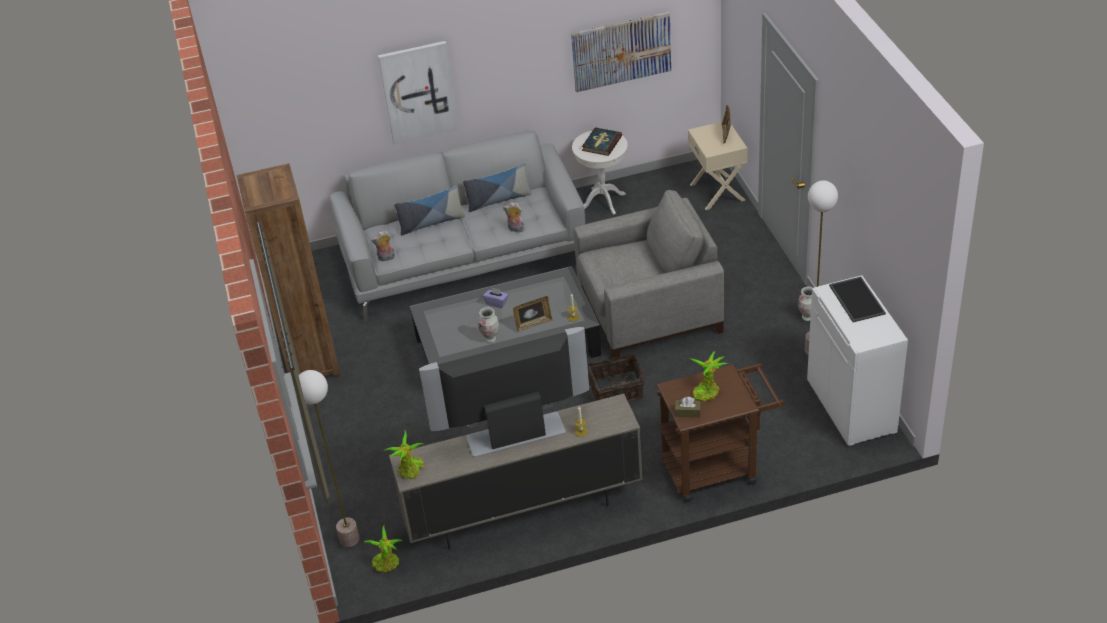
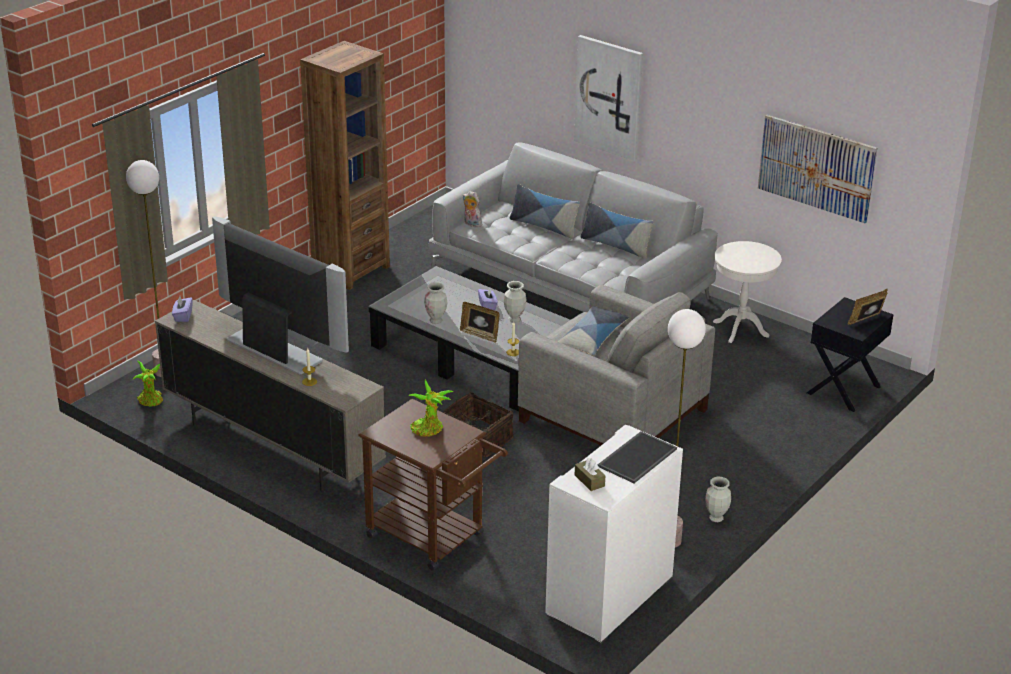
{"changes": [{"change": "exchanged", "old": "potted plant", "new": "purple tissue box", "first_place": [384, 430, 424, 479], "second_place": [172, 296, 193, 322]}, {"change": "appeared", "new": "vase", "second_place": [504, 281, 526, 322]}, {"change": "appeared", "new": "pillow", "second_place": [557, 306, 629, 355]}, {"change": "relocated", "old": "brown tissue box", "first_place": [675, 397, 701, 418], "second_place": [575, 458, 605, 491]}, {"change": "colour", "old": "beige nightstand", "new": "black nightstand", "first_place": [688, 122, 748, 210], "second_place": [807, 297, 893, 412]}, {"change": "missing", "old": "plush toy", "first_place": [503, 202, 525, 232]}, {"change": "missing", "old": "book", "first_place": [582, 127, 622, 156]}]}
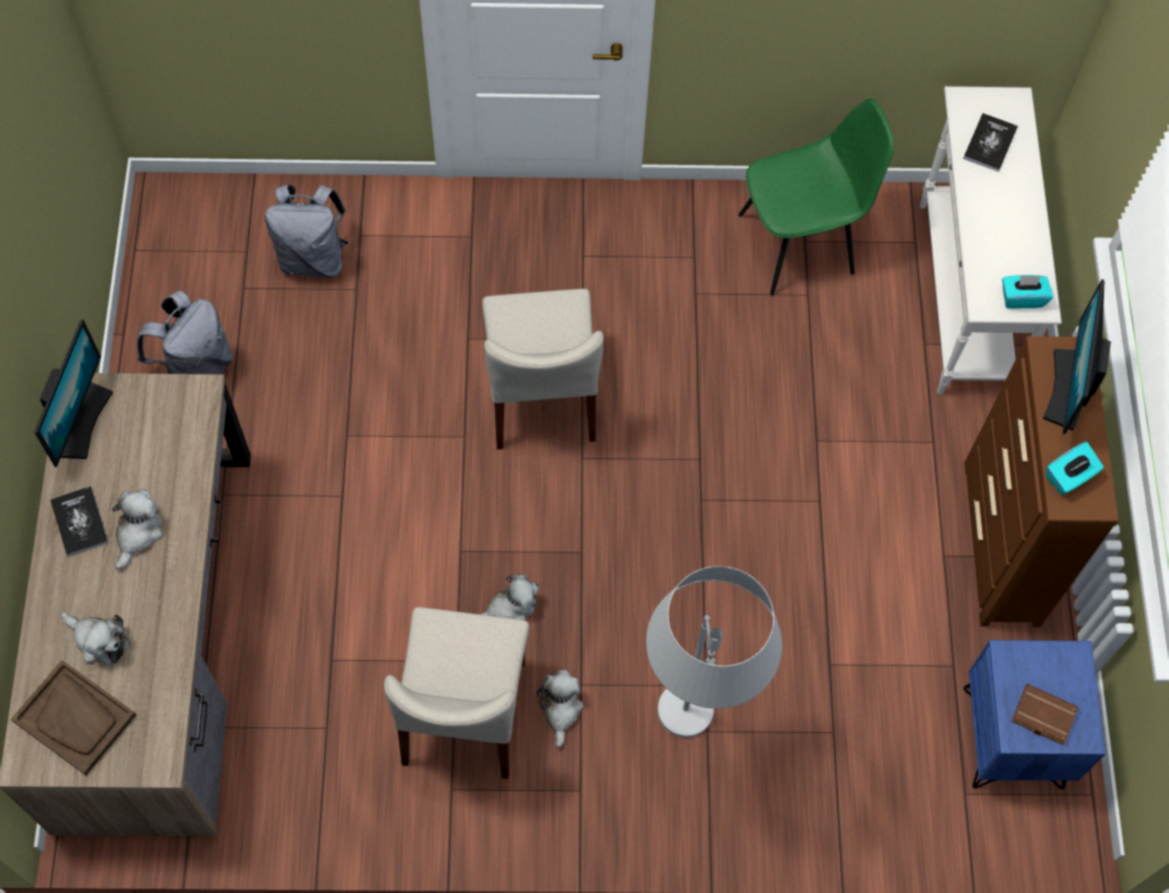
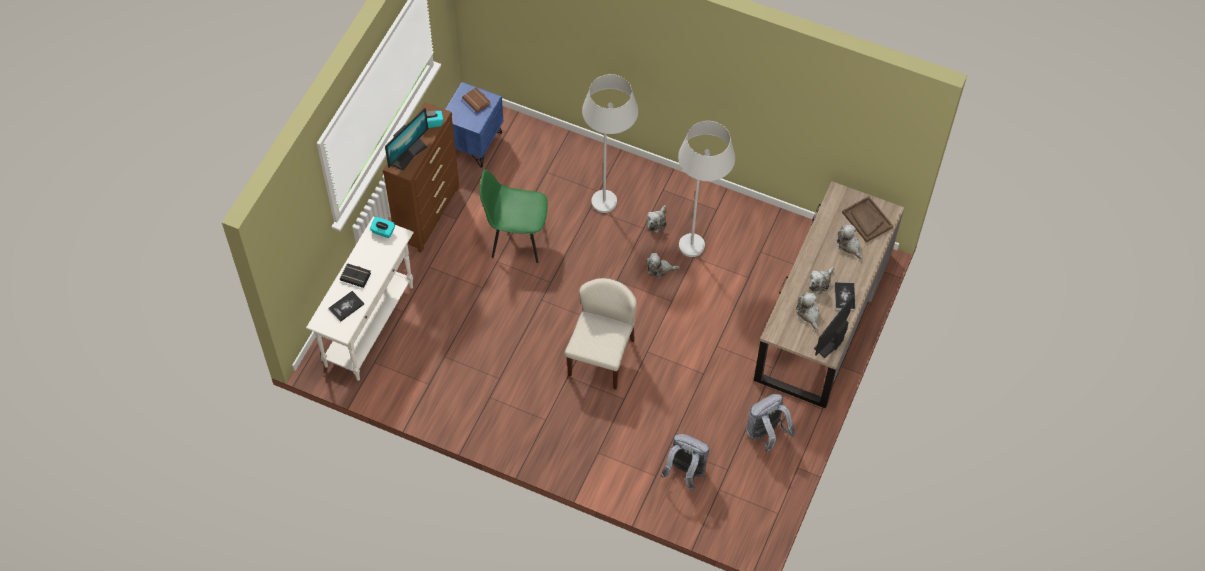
{"changes": [{"change": "appeared", "new": "black book", "second_place": [340, 263, 371, 288]}, {"change": "relocated", "old": "green chair", "first_place": [739, 98, 894, 295], "second_place": [479, 169, 548, 263]}, {"change": "exchanged", "old": "beige chair", "new": "white floor lamp", "first_place": [384, 607, 530, 779], "second_place": [678, 121, 735, 257]}, {"change": "appeared", "new": "plush toy", "second_place": [796, 292, 819, 330]}]}
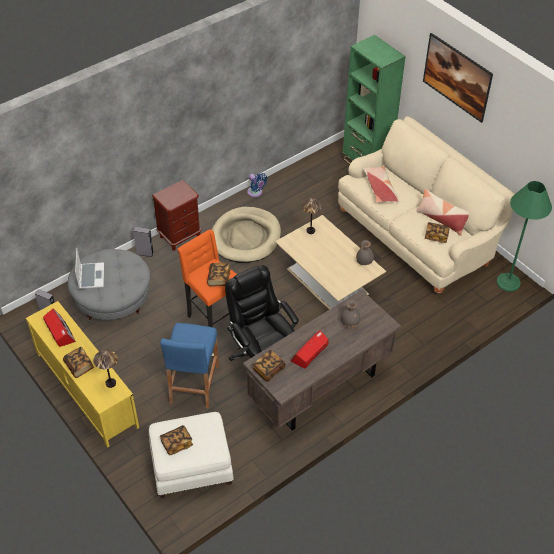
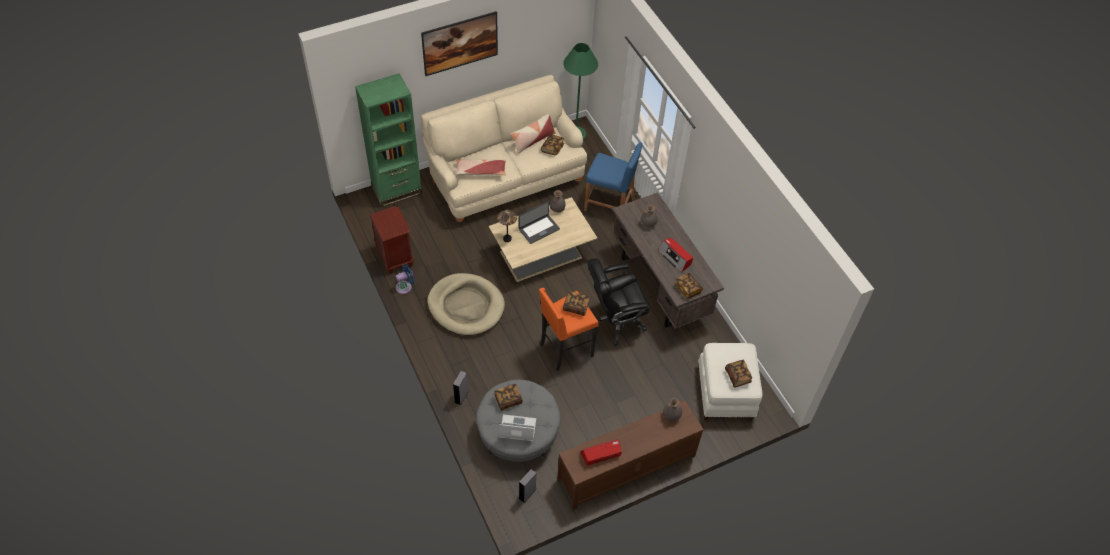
{"changes": [{"change": "relocated", "old": "brown nightstand", "first_place": [152, 180, 202, 251], "second_place": [370, 206, 414, 274]}, {"change": "relocated", "old": "book", "first_place": [63, 347, 94, 378], "second_place": [494, 384, 523, 411]}, {"change": "appeared", "new": "laptop", "second_place": [519, 201, 560, 244]}, {"change": "colour", "old": "yellow tv stand", "new": "brown tv stand", "first_place": [26, 301, 139, 447], "second_place": [557, 400, 704, 510]}, {"change": "relocated", "old": "blue stool", "first_place": [160, 323, 219, 408], "second_place": [584, 142, 642, 211]}, {"change": "exchanged", "old": "table lamp", "new": "grey vase", "first_place": [93, 350, 118, 388], "second_place": [663, 398, 682, 422]}]}
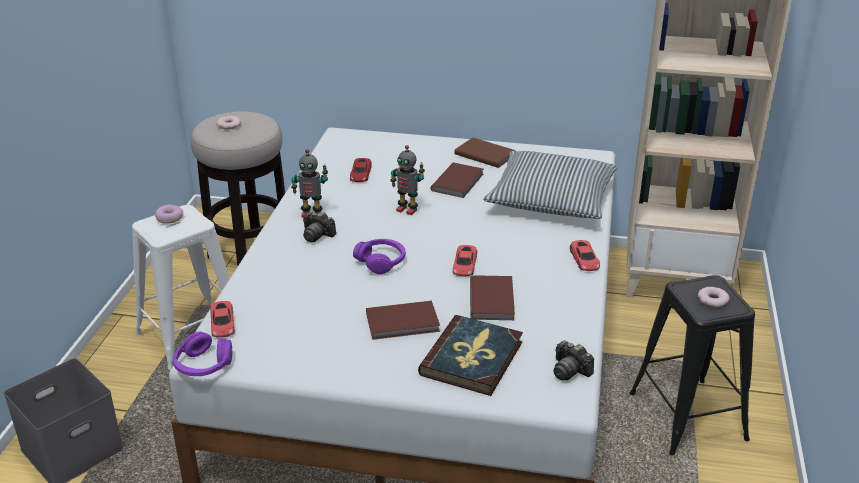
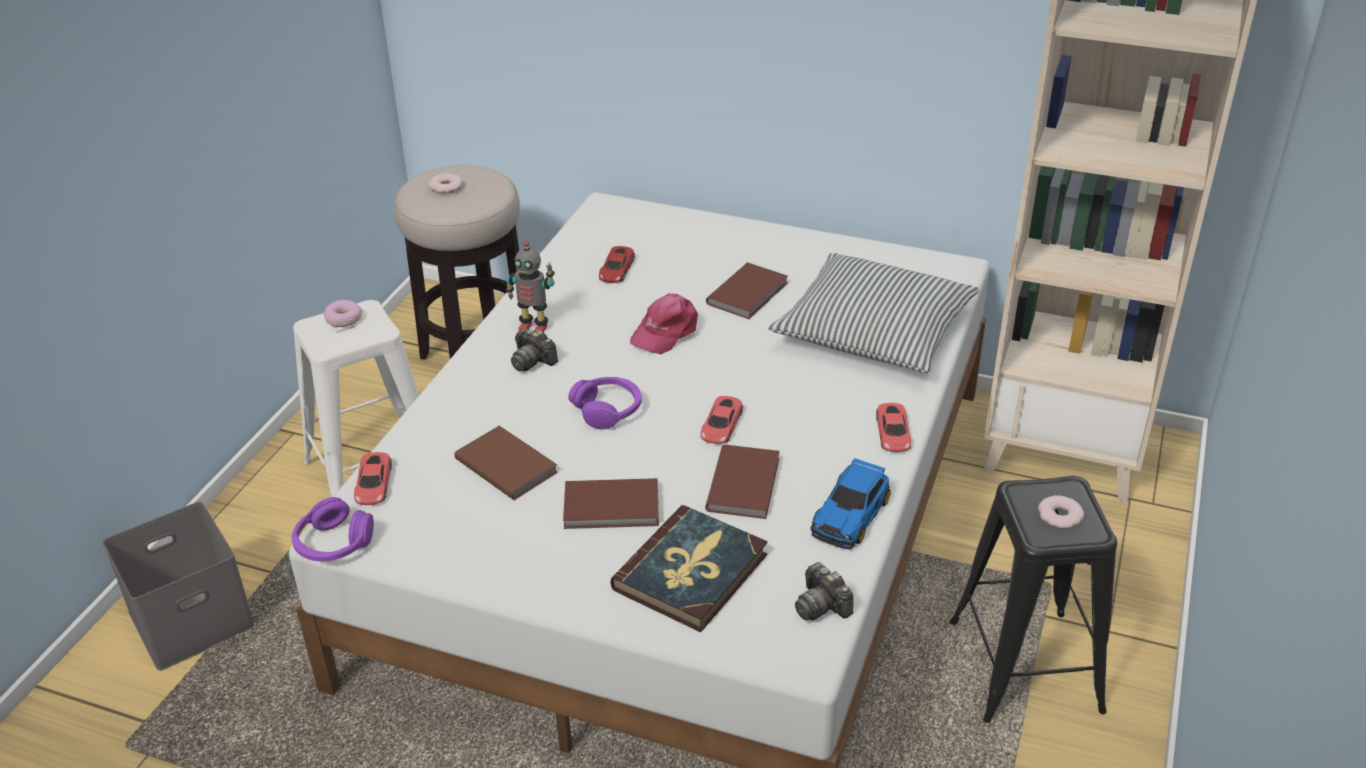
{"changes": [{"change": "relocated", "old": "brown book", "first_place": [454, 137, 516, 168], "second_place": [454, 426, 558, 500]}, {"change": "exchanged", "old": "toy robot", "new": "pink cap", "first_place": [390, 145, 425, 215], "second_place": [630, 293, 698, 354]}, {"change": "appeared", "new": "toy car", "second_place": [811, 458, 891, 550]}]}
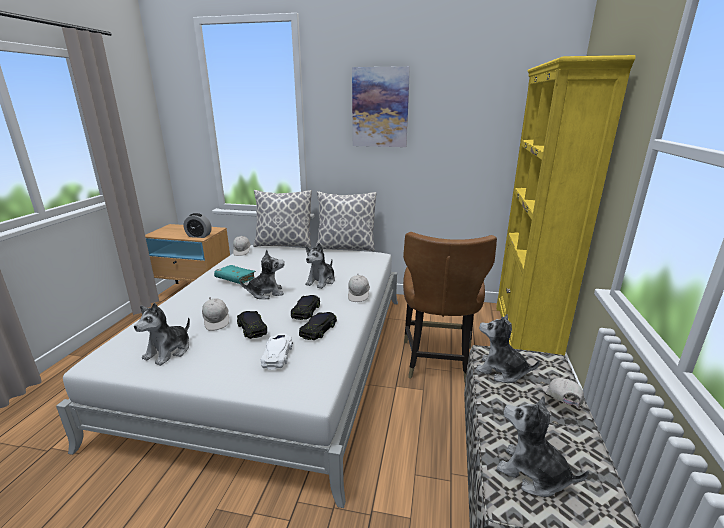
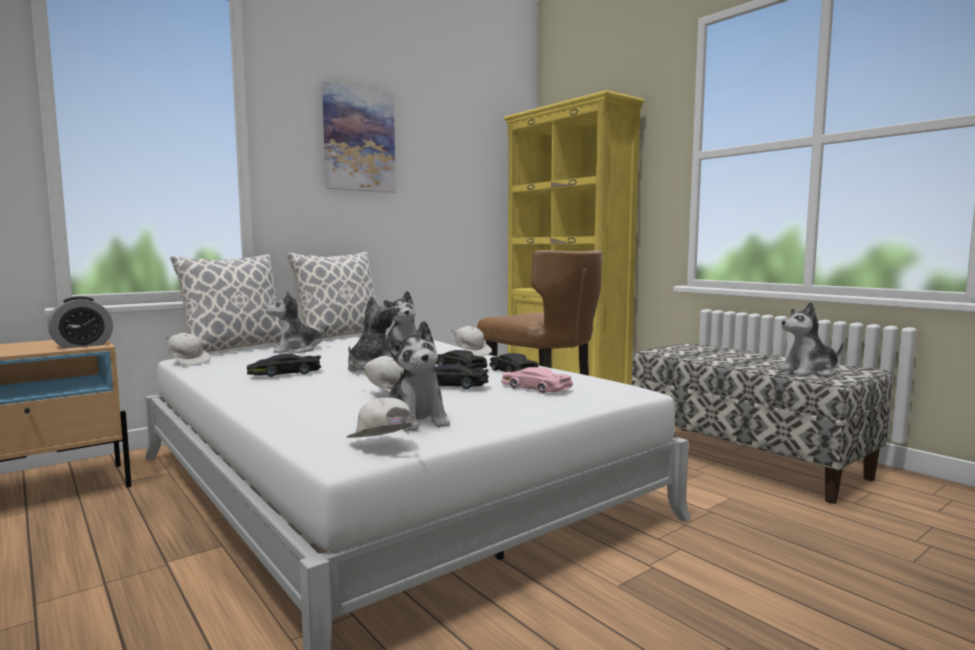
{"changes": [{"change": "exchanged", "old": "turquoise book", "new": "black toy car", "first_place": [214, 265, 256, 284], "second_place": [247, 354, 321, 377]}, {"change": "relocated", "old": "plush toy", "first_place": [476, 314, 540, 383], "second_place": [266, 290, 328, 353]}, {"change": "relocated", "old": "white cap", "first_place": [542, 378, 584, 409], "second_place": [347, 397, 416, 438]}, {"change": "colour", "old": "white toy car", "new": "pink toy car", "first_place": [261, 334, 293, 369], "second_place": [501, 367, 573, 394]}]}
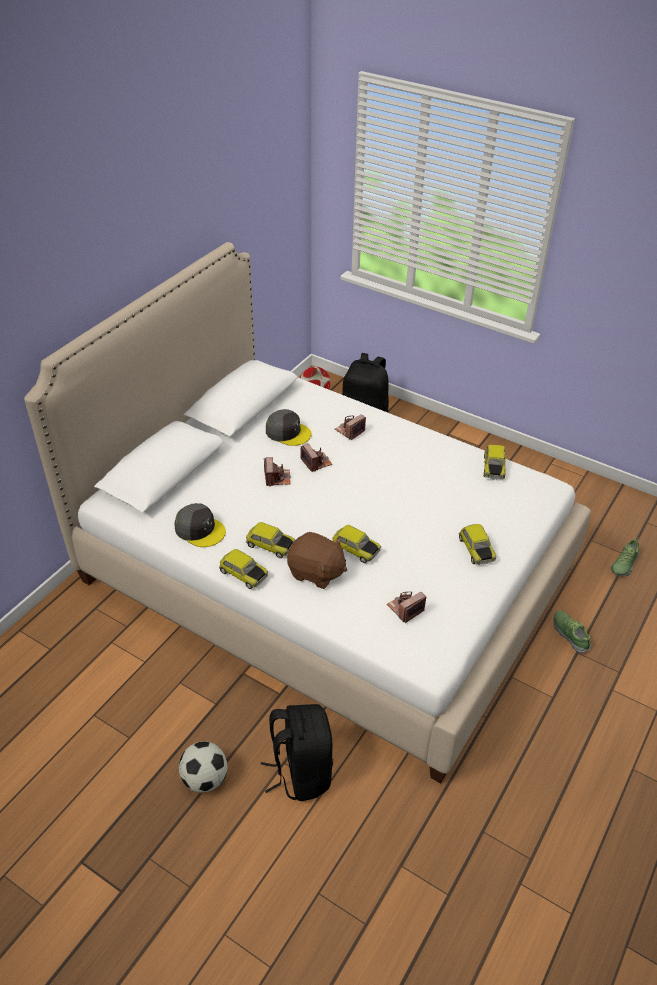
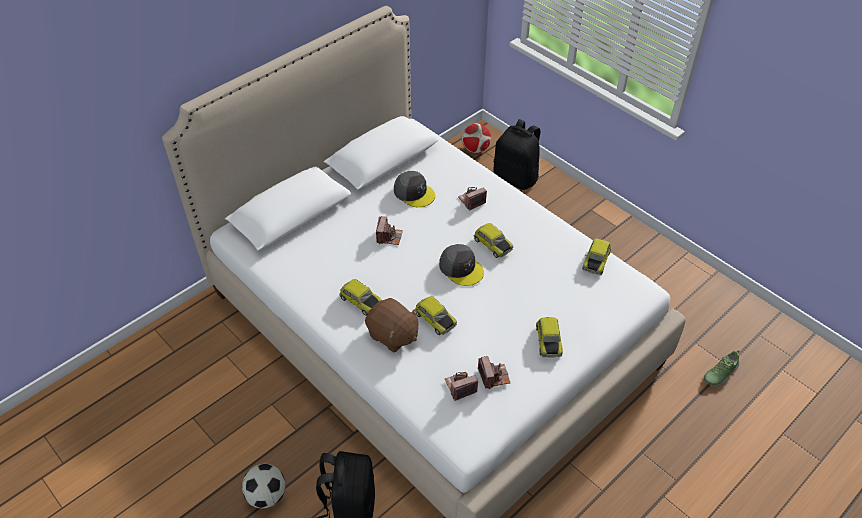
{"changes": [{"change": "relocated", "old": "grey cap", "first_place": [174, 503, 226, 547], "second_place": [439, 244, 484, 286]}, {"change": "relocated", "old": "toy car", "first_place": [219, 549, 268, 589], "second_place": [474, 223, 514, 258]}, {"change": "relocated", "old": "photo camera", "first_place": [301, 443, 332, 472], "second_place": [478, 356, 510, 389]}, {"change": "missing", "old": "shoe", "first_place": [553, 610, 591, 653]}]}
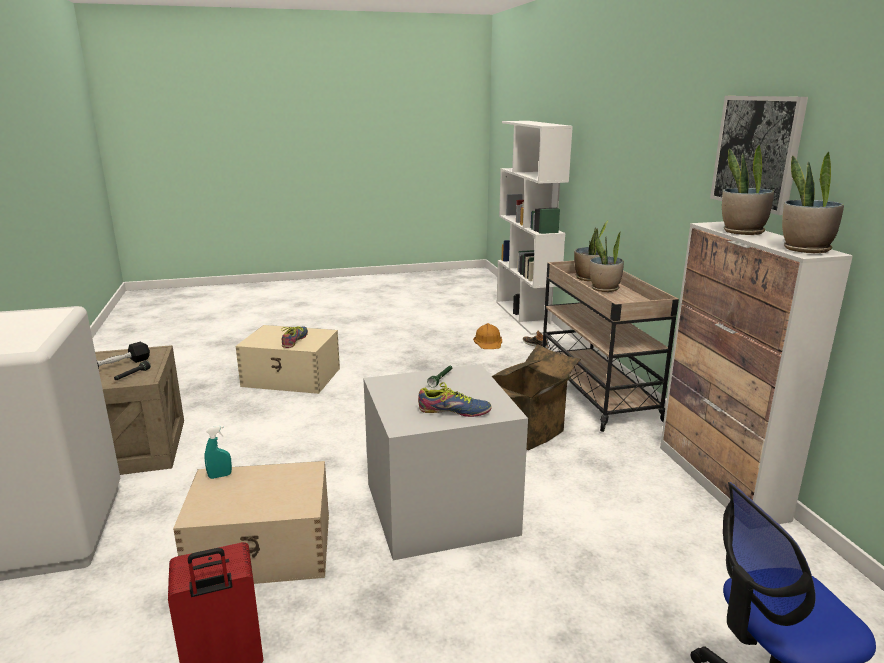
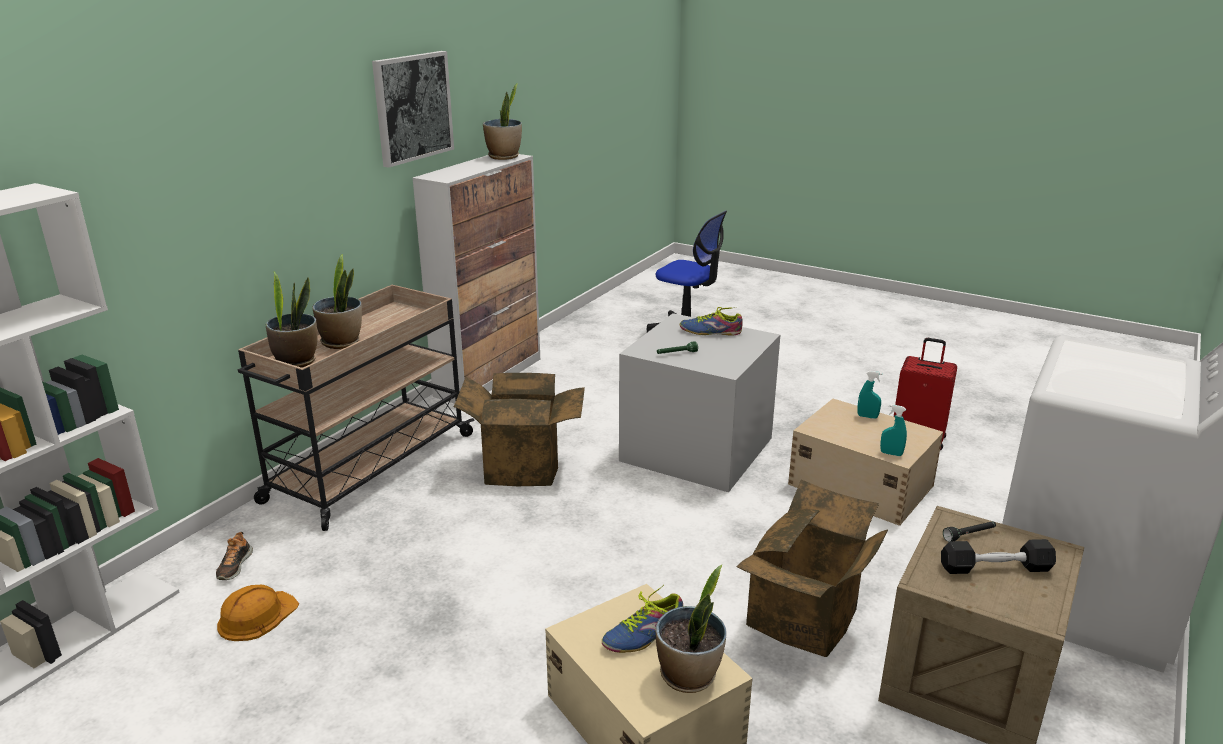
{"changes": [{"change": "relocated", "old": "potted plant", "first_place": [722, 144, 774, 235], "second_place": [655, 565, 727, 693]}, {"change": "spun", "old": "shoe", "first_place": [418, 382, 492, 417], "second_place": [680, 307, 743, 335], "degrees": -45}, {"change": "appeared", "new": "cardboard box", "second_place": [736, 479, 888, 657]}, {"change": "appeared", "new": "turquoise spray bottle", "second_place": [857, 371, 882, 419]}]}
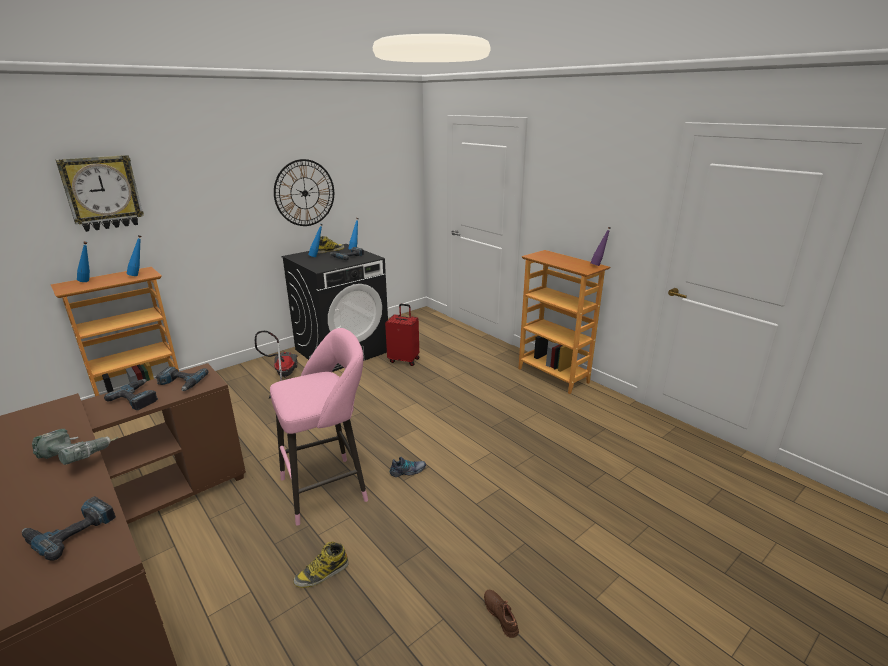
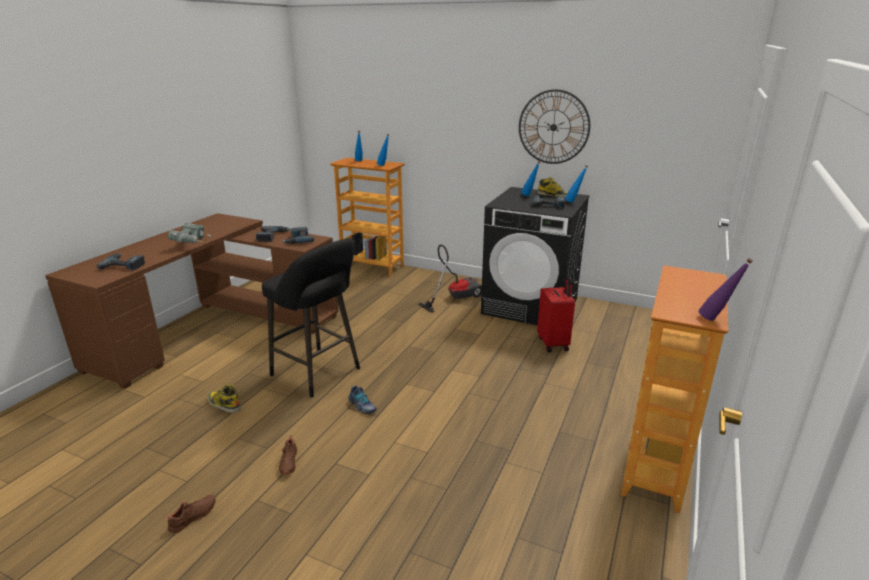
{"changes": [{"change": "colour", "old": "pink stool", "new": "black stool", "first_place": [270, 328, 368, 526], "second_place": [262, 238, 360, 397]}, {"change": "appeared", "new": "brown shoe", "second_place": [279, 435, 297, 475]}, {"change": "missing", "old": "wall clock", "first_place": [55, 155, 144, 232]}]}
